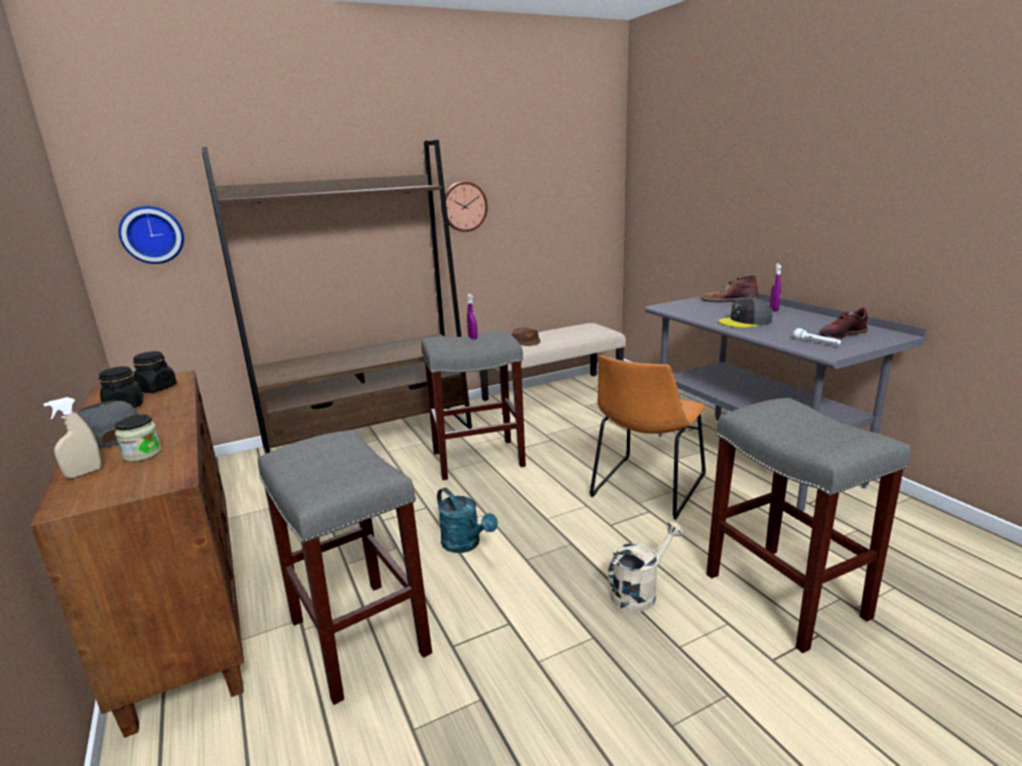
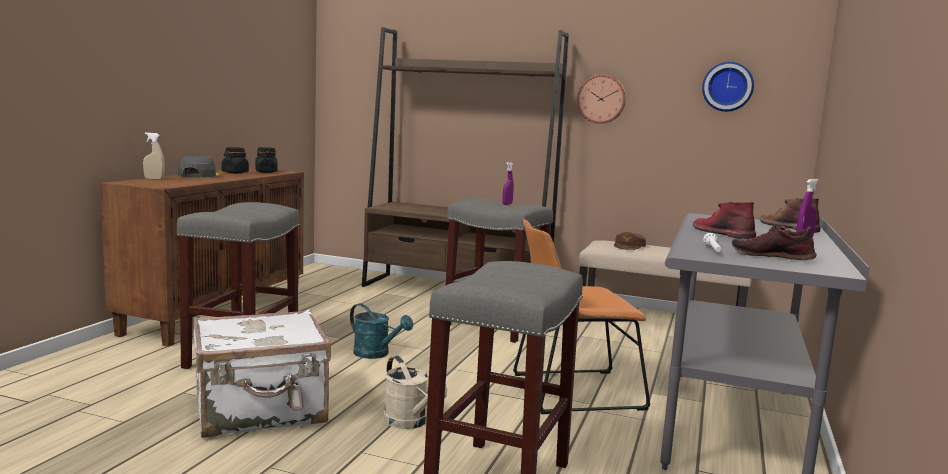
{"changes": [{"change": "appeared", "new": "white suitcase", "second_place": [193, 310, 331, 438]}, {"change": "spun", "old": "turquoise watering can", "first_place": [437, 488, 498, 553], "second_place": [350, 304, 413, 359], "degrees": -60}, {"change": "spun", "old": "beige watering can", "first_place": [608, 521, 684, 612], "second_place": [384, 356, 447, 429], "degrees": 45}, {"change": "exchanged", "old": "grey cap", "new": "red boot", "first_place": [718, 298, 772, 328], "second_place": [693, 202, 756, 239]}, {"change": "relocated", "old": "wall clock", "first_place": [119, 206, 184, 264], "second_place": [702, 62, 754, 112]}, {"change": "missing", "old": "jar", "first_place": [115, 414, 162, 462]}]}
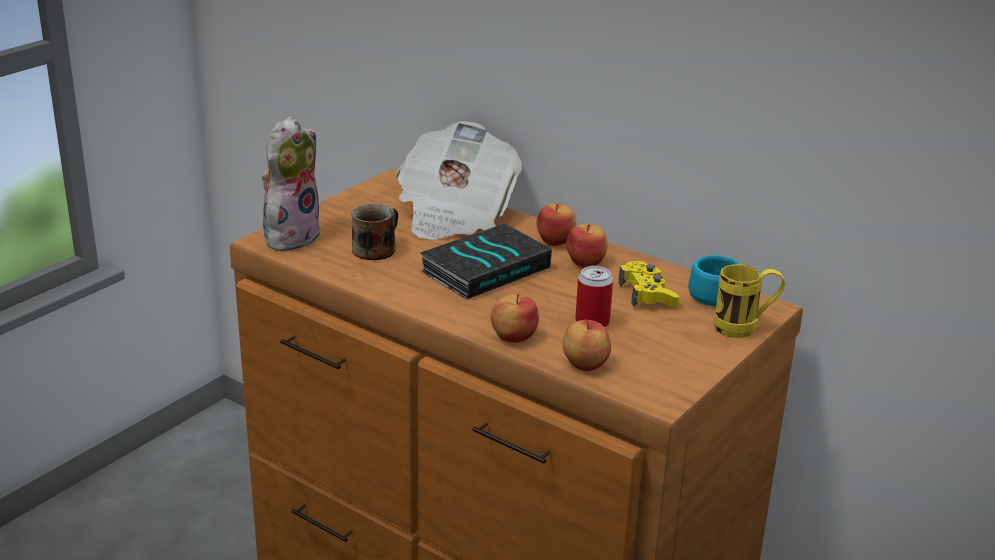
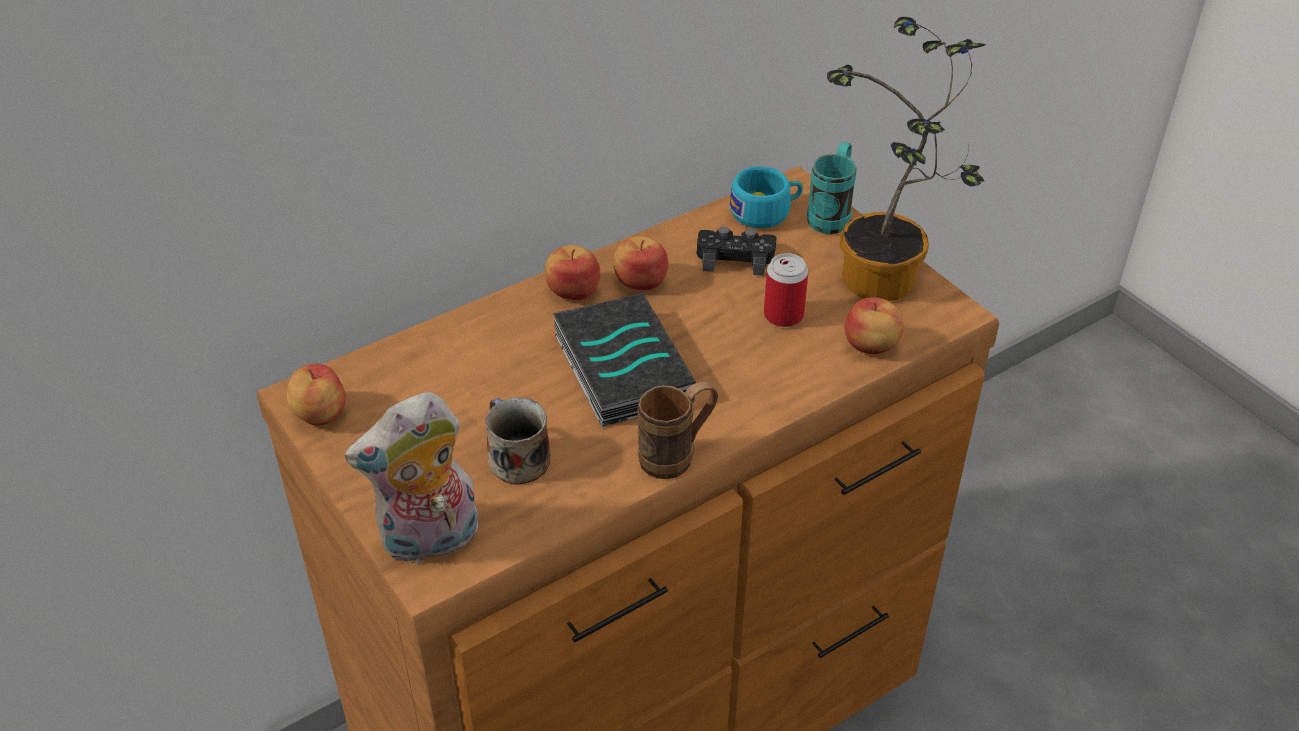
{"changes": [{"change": "relocated", "old": "apple", "first_place": [491, 294, 539, 343], "second_place": [287, 364, 346, 426]}, {"change": "spun", "old": "plush toy", "first_place": [262, 116, 322, 251], "second_place": [344, 392, 478, 565], "degrees": -75}, {"change": "appeared", "new": "brown mug", "second_place": [638, 382, 718, 479]}, {"change": "colour", "old": "yellow game controller", "new": "black game controller", "first_place": [618, 261, 679, 307], "second_place": [697, 227, 777, 276]}, {"change": "colour", "old": "yellow mug", "new": "turquoise mug", "first_place": [714, 264, 785, 338], "second_place": [807, 142, 857, 234]}, {"change": "appeared", "new": "potted plant", "second_place": [827, 17, 986, 301]}, {"change": "missing", "old": "newspaper", "first_place": [396, 121, 522, 239]}]}
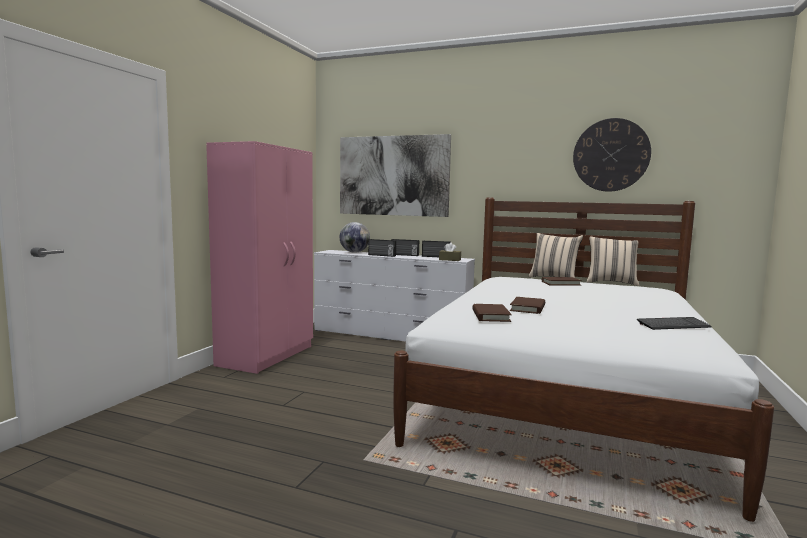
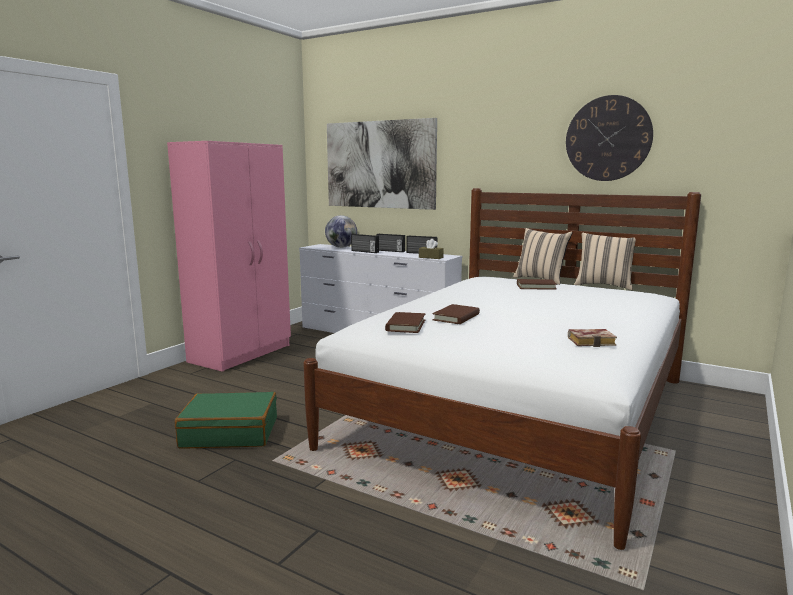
{"changes": [{"change": "appeared", "new": "green suitcase", "second_place": [175, 392, 277, 448]}, {"change": "exchanged", "old": "keyboard", "new": "book", "first_place": [637, 317, 712, 330], "second_place": [568, 329, 617, 347]}]}
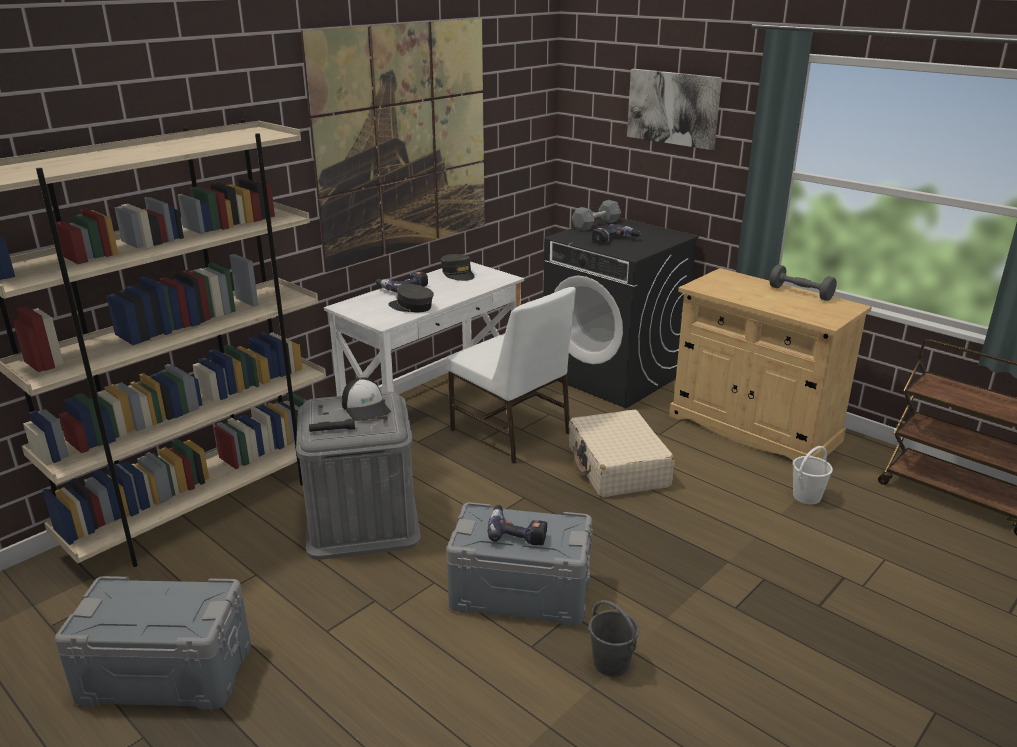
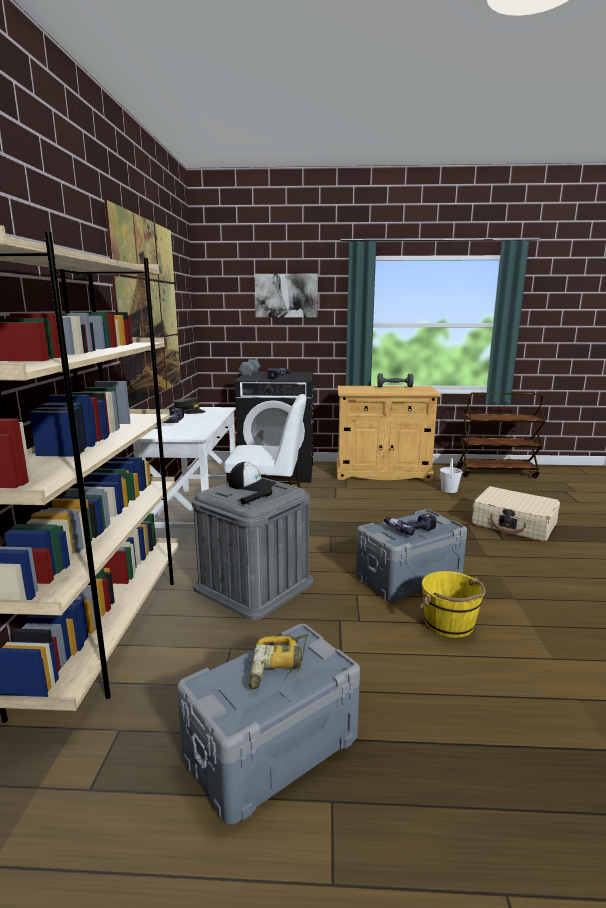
{"changes": [{"change": "appeared", "new": "power drill", "second_place": [249, 634, 309, 689]}, {"change": "appeared", "new": "yellow bucket", "second_place": [420, 571, 486, 638]}, {"change": "relocated", "old": "beige suitcase", "first_place": [569, 410, 674, 497], "second_place": [472, 486, 560, 542]}, {"change": "missing", "old": "grey cap", "first_place": [388, 284, 434, 312]}, {"change": "missing", "old": "grey bucket", "first_place": [589, 600, 639, 677]}]}
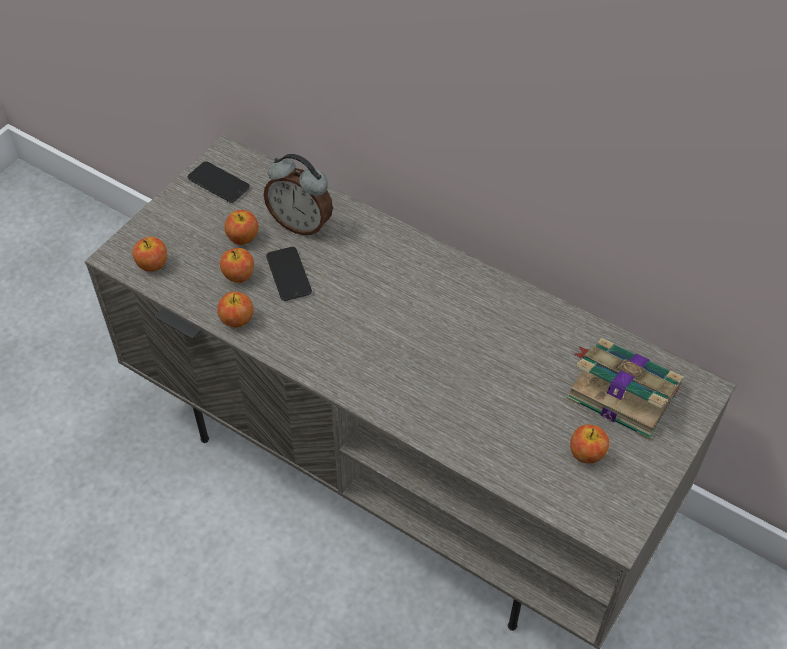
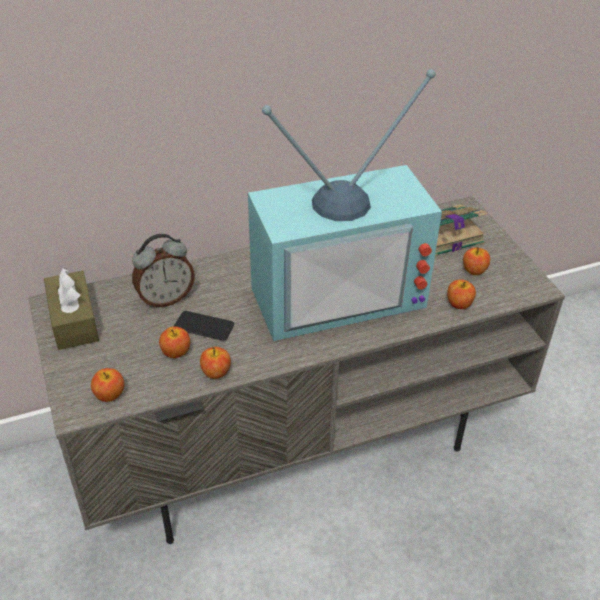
{"changes": [{"change": "exchanged", "old": "phone", "new": "brown tissue box", "first_place": [187, 161, 250, 203], "second_place": [44, 267, 99, 350]}, {"change": "appeared", "new": "television", "second_place": [248, 69, 442, 341]}, {"change": "relocated", "old": "apple", "first_place": [224, 210, 258, 245], "second_place": [447, 279, 476, 309]}]}
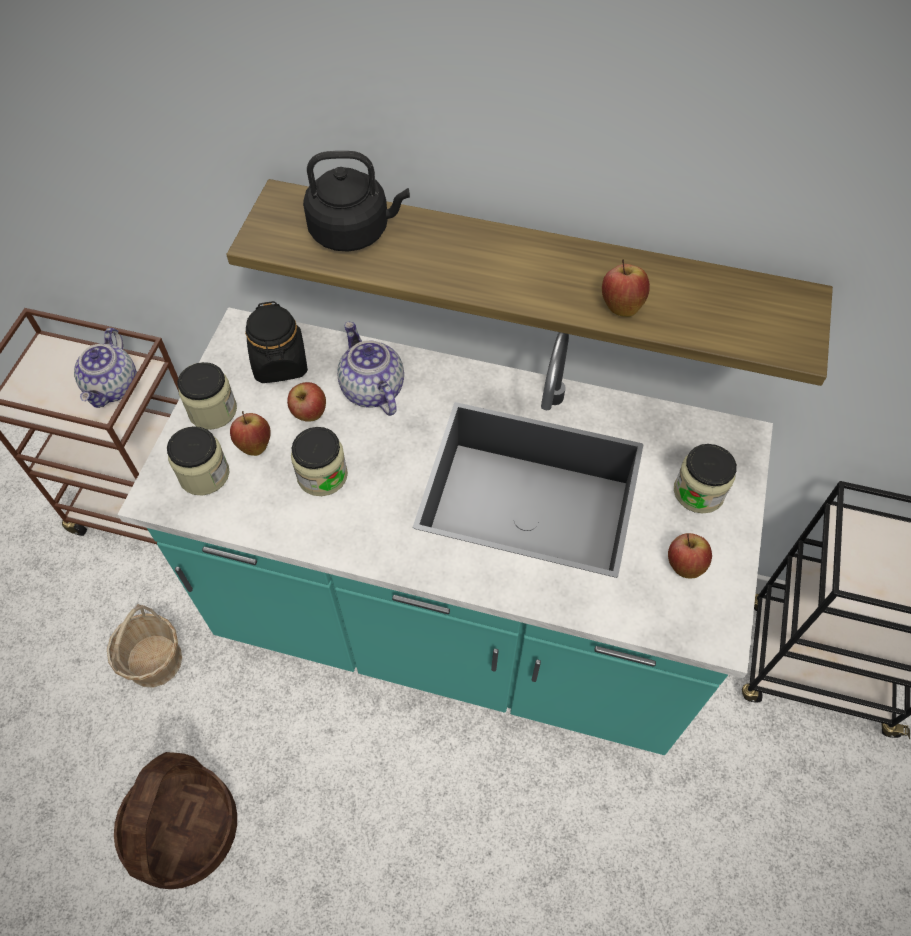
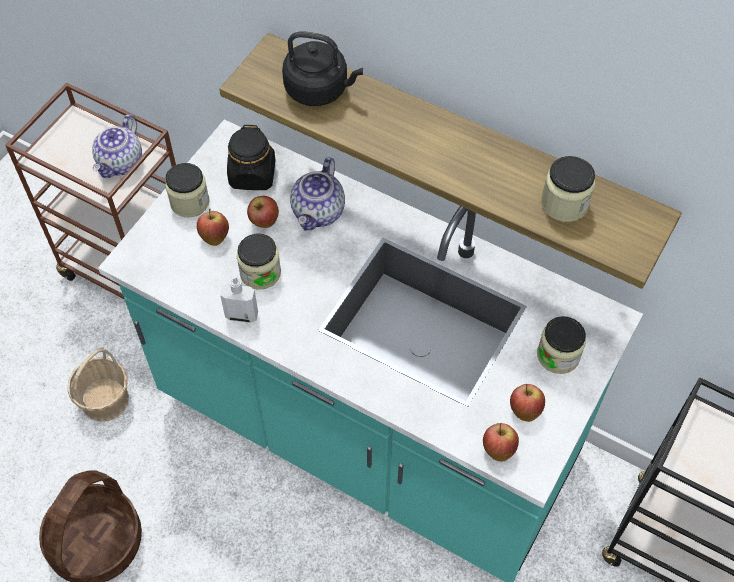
{"changes": [{"change": "appeared", "new": "soap dispenser", "second_place": [220, 266, 258, 323]}, {"change": "spun", "old": "teapot", "first_place": [337, 321, 404, 416], "second_place": [290, 157, 345, 230], "degrees": -150}, {"change": "relocated", "old": "apple", "first_place": [602, 259, 650, 317], "second_place": [483, 423, 519, 462]}, {"change": "relocated", "old": "jar", "first_place": [167, 426, 230, 495], "second_place": [541, 156, 595, 222]}]}
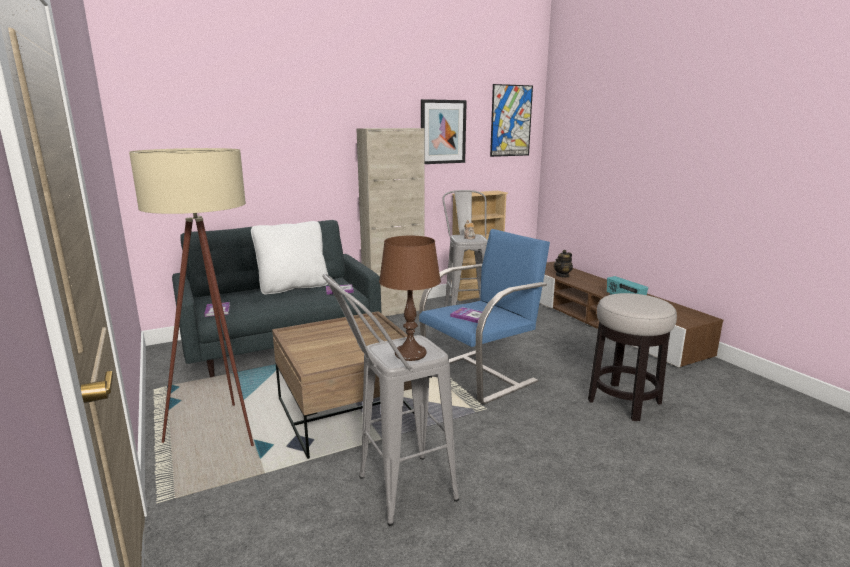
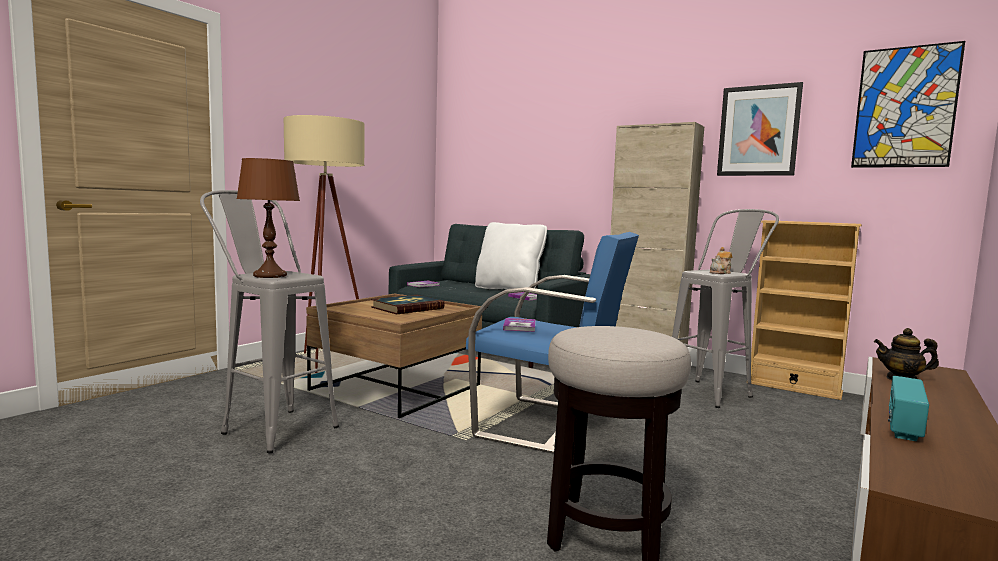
{"changes": [{"change": "appeared", "new": "book", "second_place": [371, 295, 445, 314]}]}
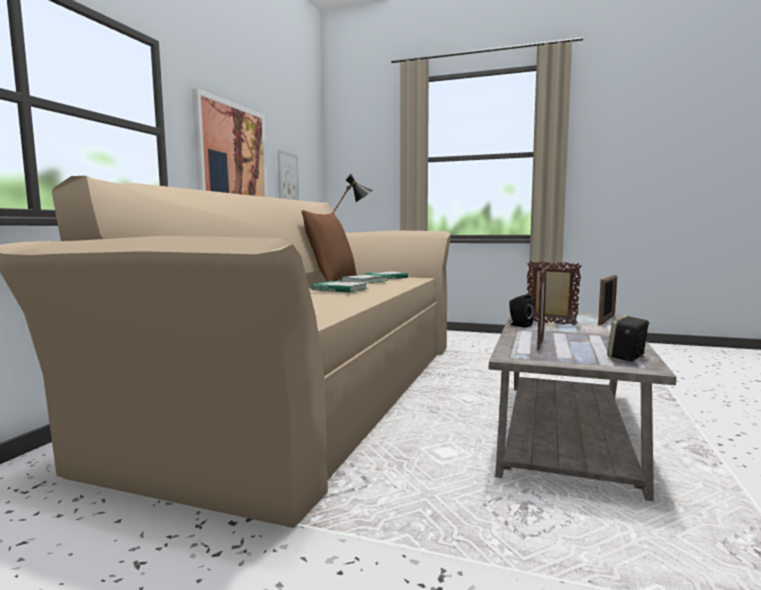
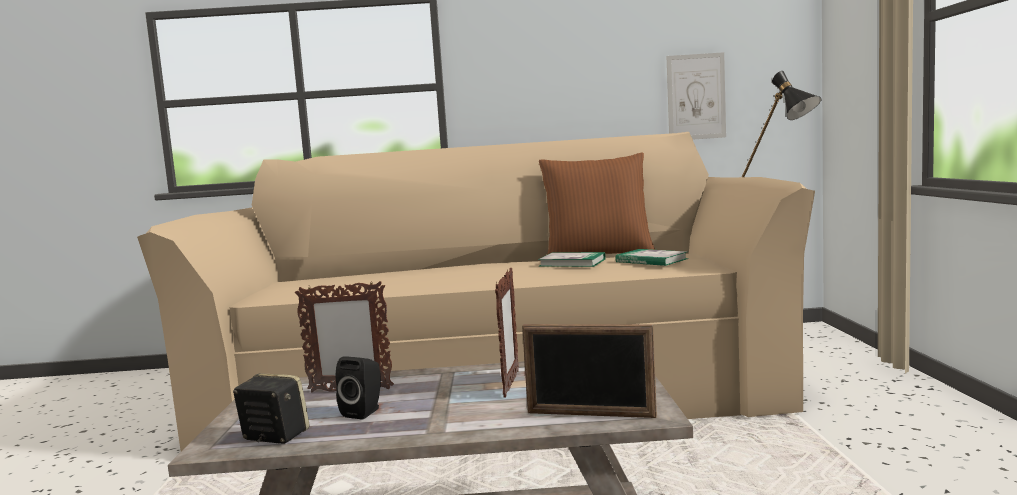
{"changes": [{"change": "relocated", "old": "black speaker", "first_place": [509, 294, 534, 328], "second_place": [336, 356, 381, 419]}, {"change": "missing", "old": "picture", "first_place": [192, 88, 268, 197]}, {"change": "missing", "old": "book", "first_place": [311, 281, 368, 293]}]}
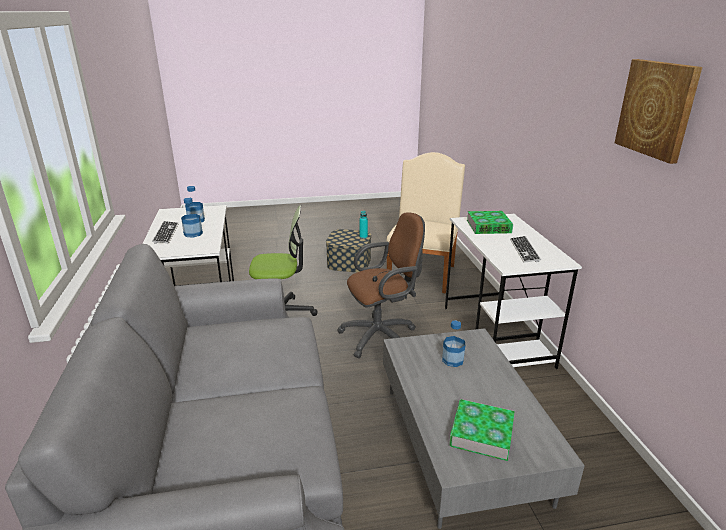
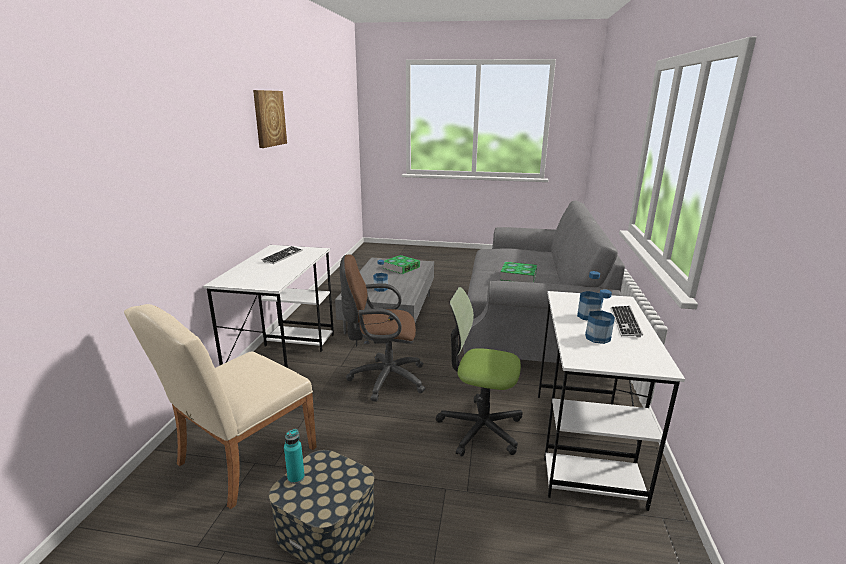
{"changes": [{"change": "relocated", "old": "book", "first_place": [467, 211, 513, 234], "second_place": [500, 262, 537, 283]}]}
